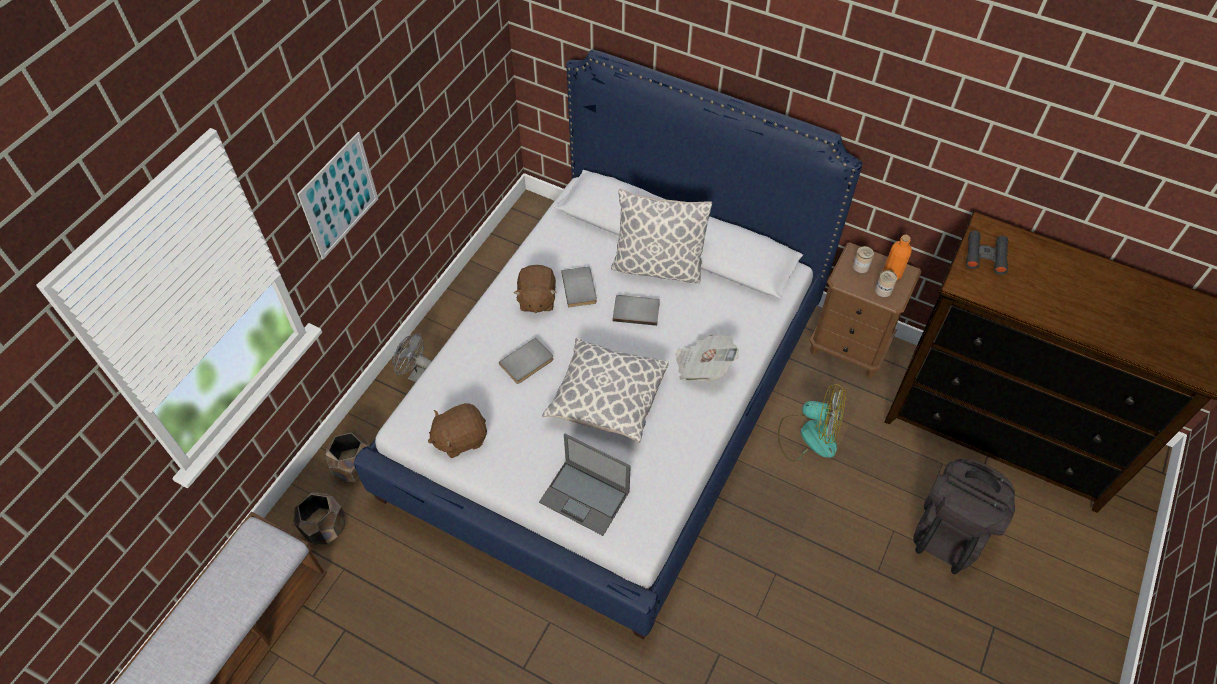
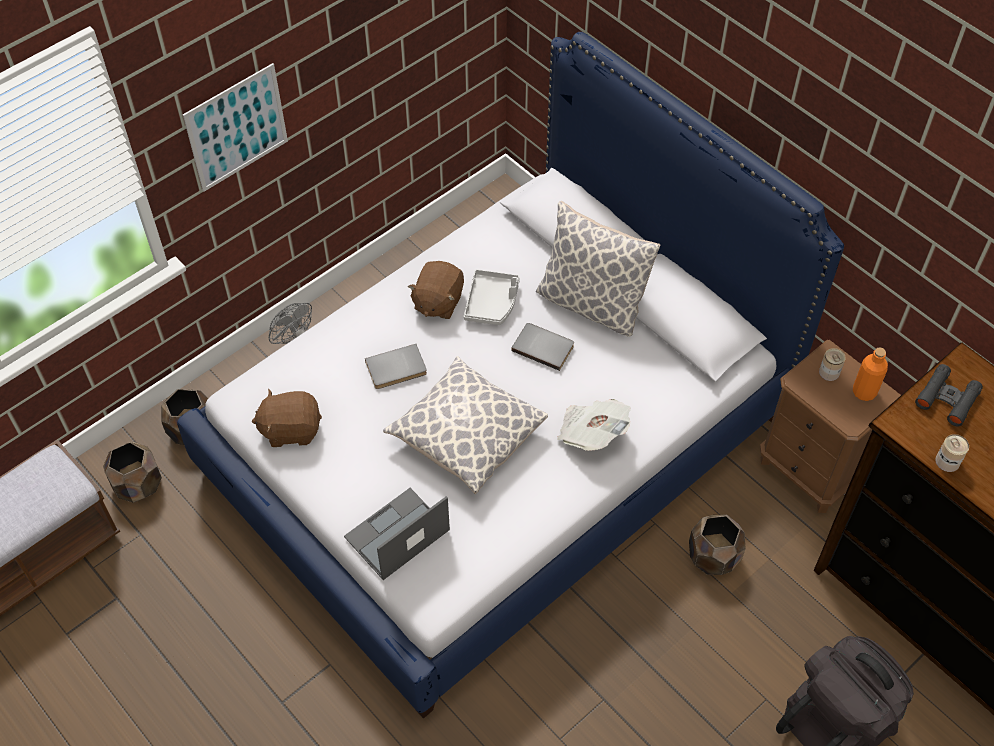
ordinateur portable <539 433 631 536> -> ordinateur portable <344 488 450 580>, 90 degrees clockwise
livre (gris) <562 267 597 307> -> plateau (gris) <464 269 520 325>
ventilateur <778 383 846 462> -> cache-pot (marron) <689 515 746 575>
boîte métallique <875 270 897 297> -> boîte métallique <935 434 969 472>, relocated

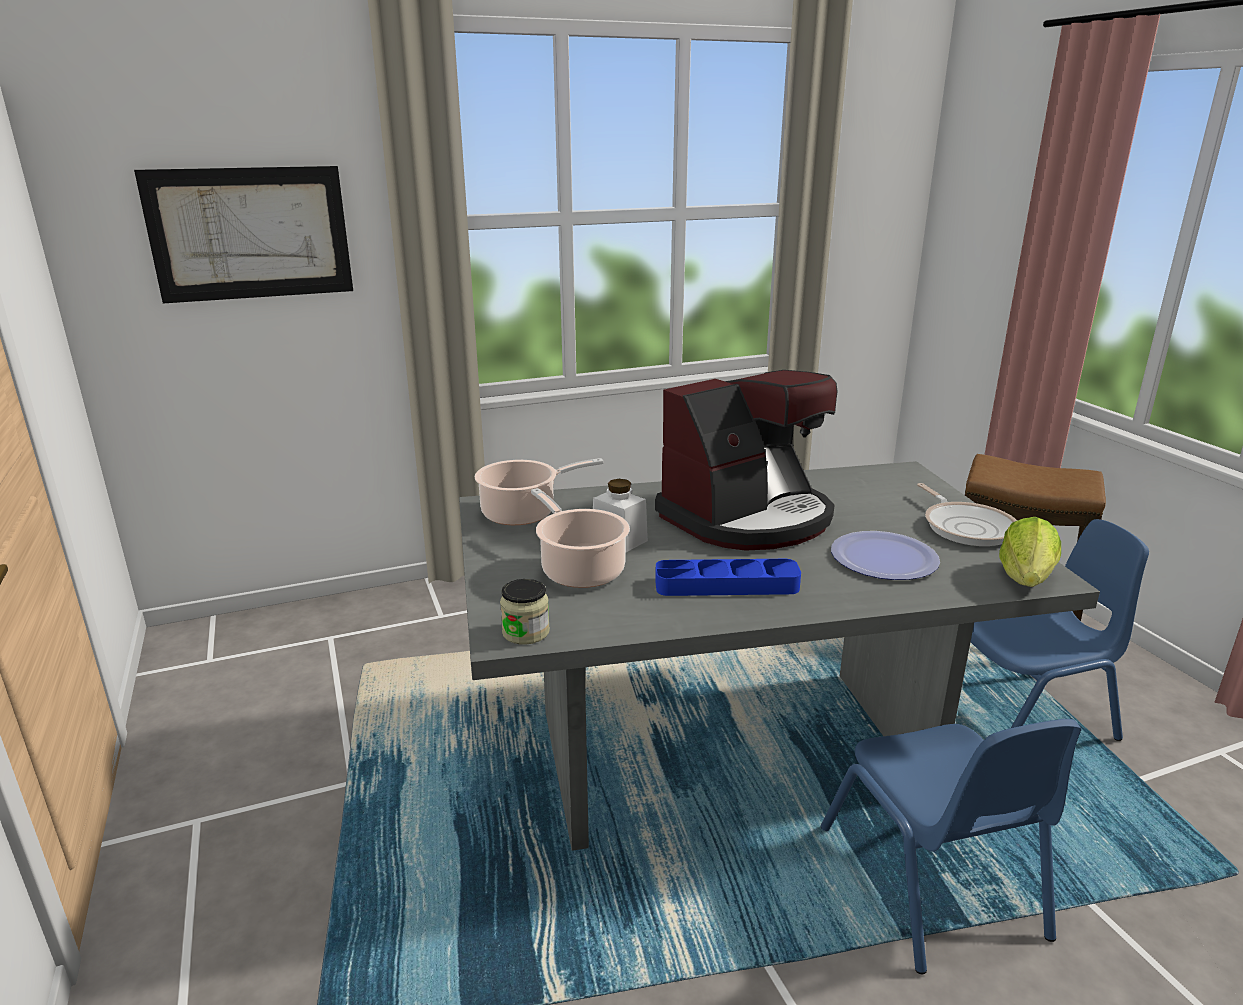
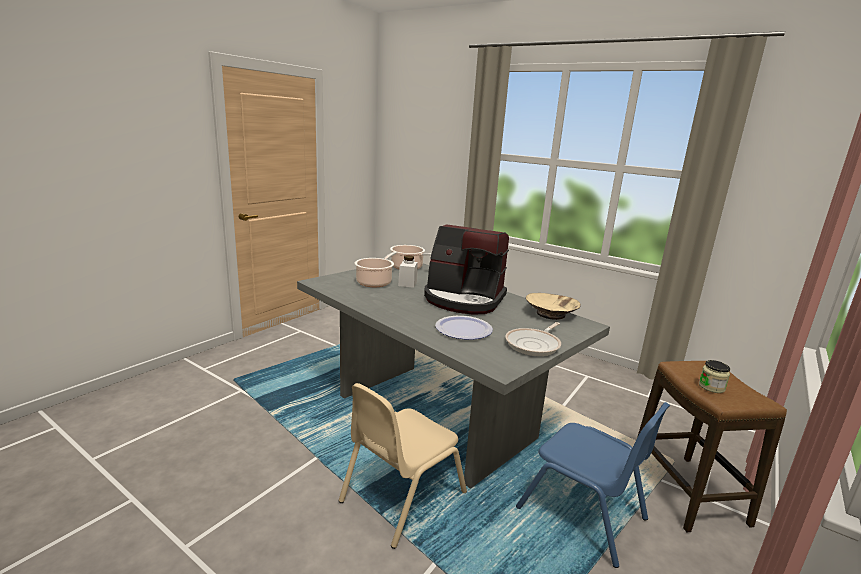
tableau <134 166 353 303> -> none
bocal <500 579 550 645> -> bocal <699 360 730 393>, relocated
plateau (bleu) <655 559 801 596> -> none
chaise (bleu) <821 719 1081 974> -> chaise (beige) <339 383 467 549>
laitue <999 517 1061 587> -> none
none -> bol (beige) <526 293 581 320>

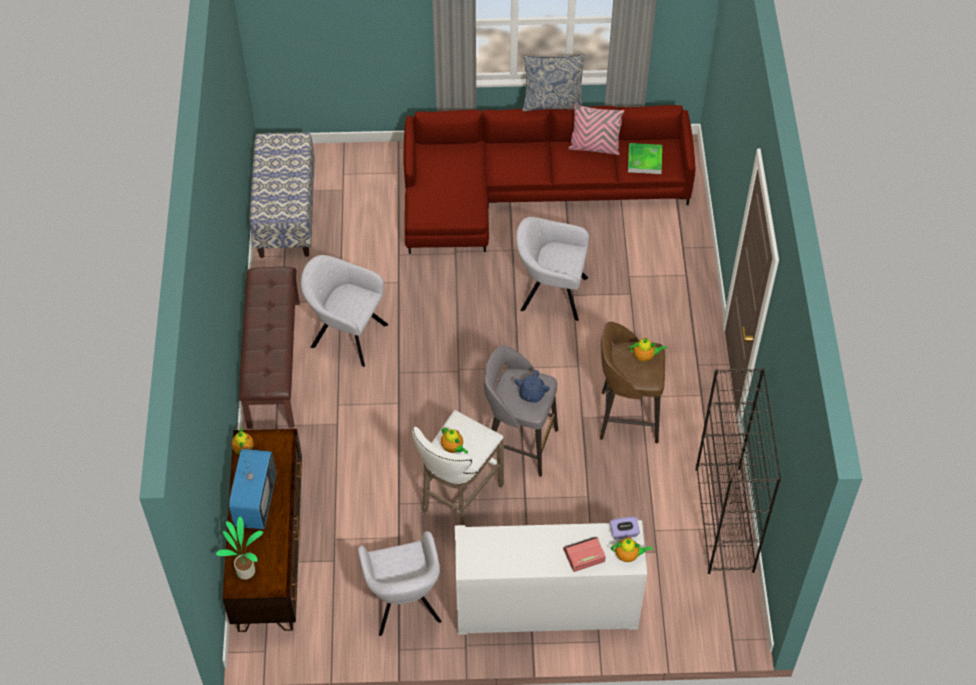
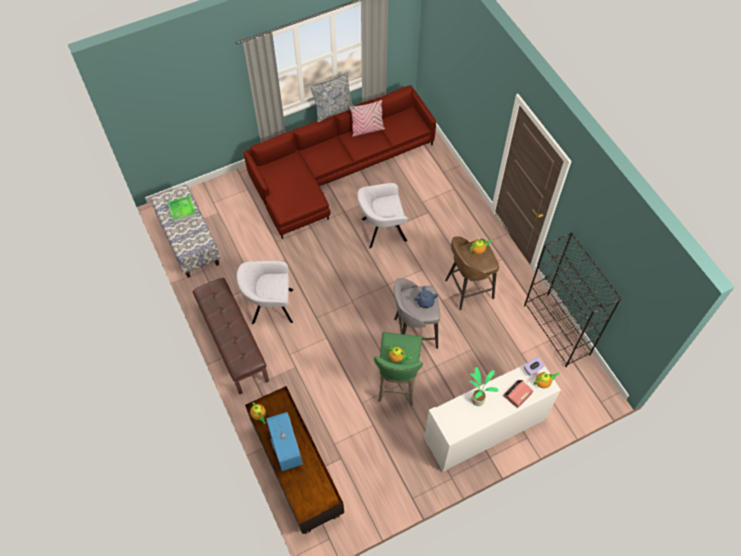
plante en pot <216 517 263 579> -> plante en pot <469 367 499 406>, relocated
fauteuil (gris) <358 531 441 636> -> none
tabouret (blanc) <412 410 504 525> -> tabouret (vert) <374 332 423 406>
plateau <628 143 662 174> -> plateau <167 195 197 223>, relocated

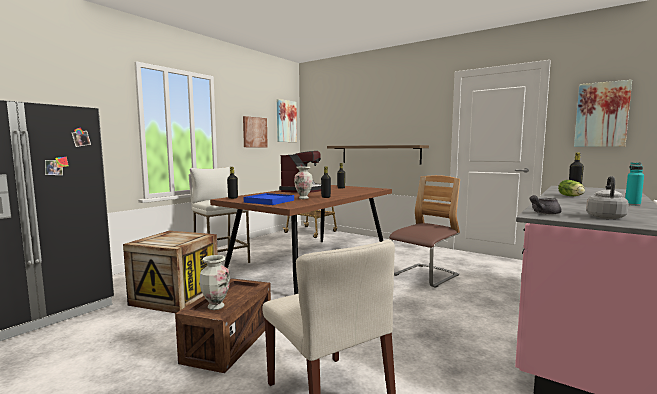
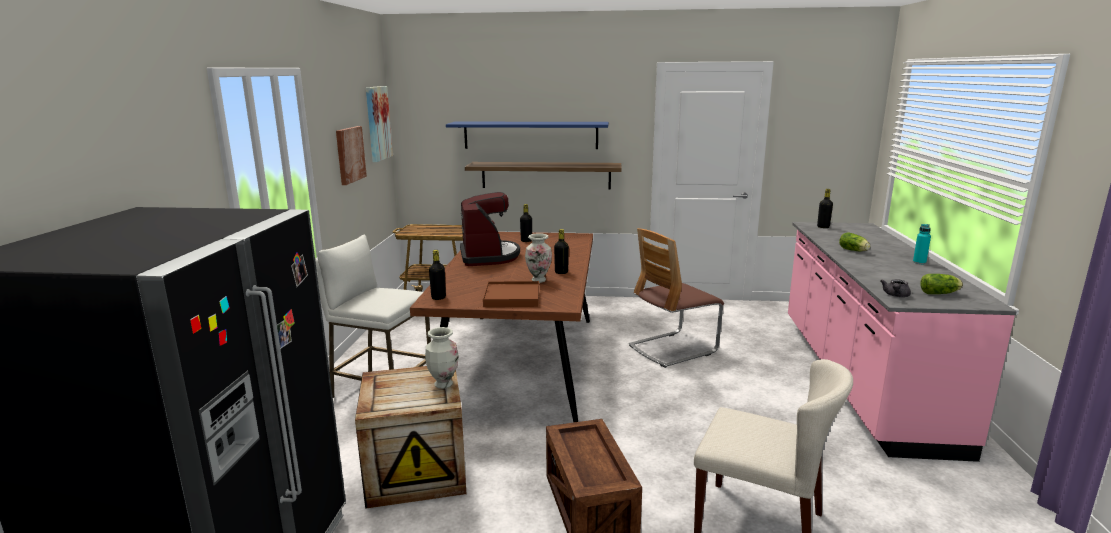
vase <199 255 230 310> -> vase <425 327 458 389>, relocated
plateau (bleu) <244 193 294 205> -> plateau (marron) <483 281 539 307>
chaise <389 175 460 288> -> chaise <629 228 724 368>, 135 degrees counterclockwise
tableau <574 80 632 147> -> none
bouilloire (gris) <586 176 629 219> -> laitue <920 274 963 294>
none -> étagère (bleu) <446 122 609 149>

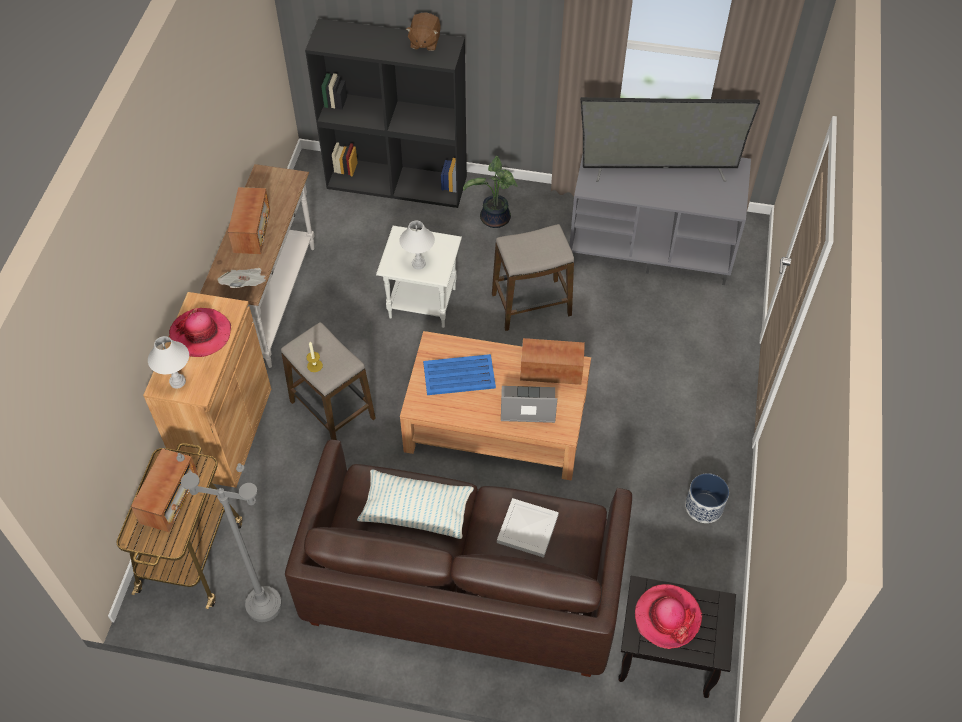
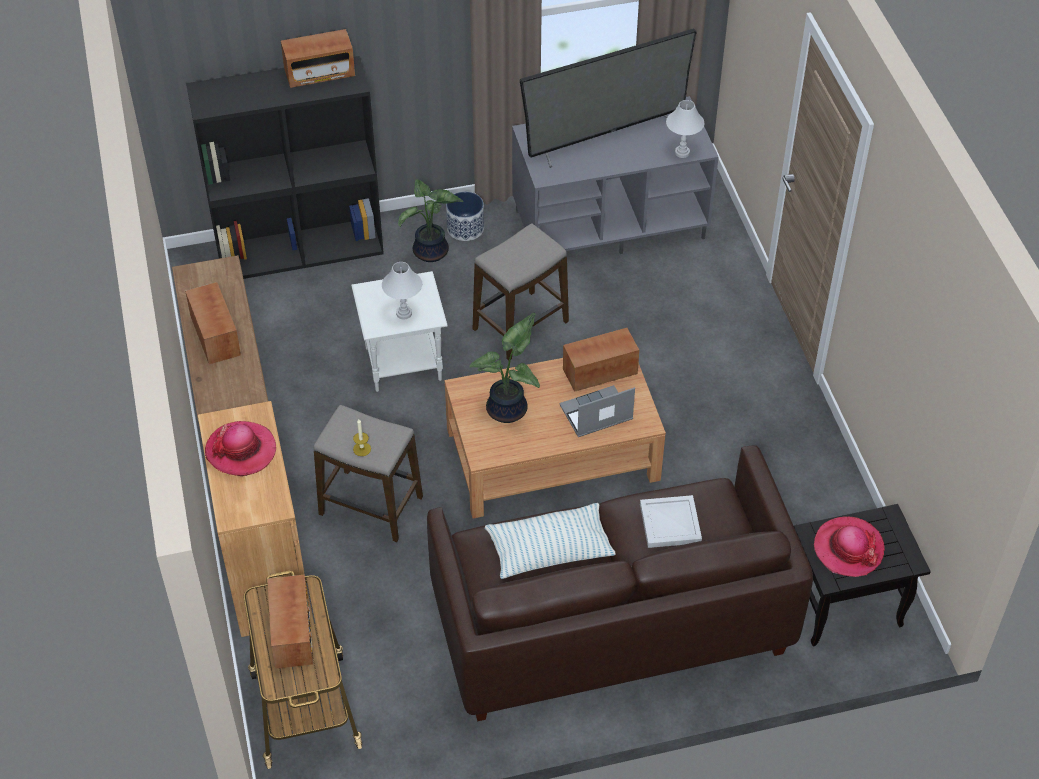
lampe de table (blanc) <148 336 189 389> -> lampe de table (blanc) <666 100 704 158>, relocated
lampadaire (gris) <176 453 282 622> -> none
journal <218 268 266 288> -> none
peluche (marron) <406 13 441 51> -> radio <281 29 355 88>
plateau (bleu) <423 354 496 395> -> plante en pot <469 313 540 423>
cache-pot <685 473 729 523> -> cache-pot <446 192 484 241>, relocated

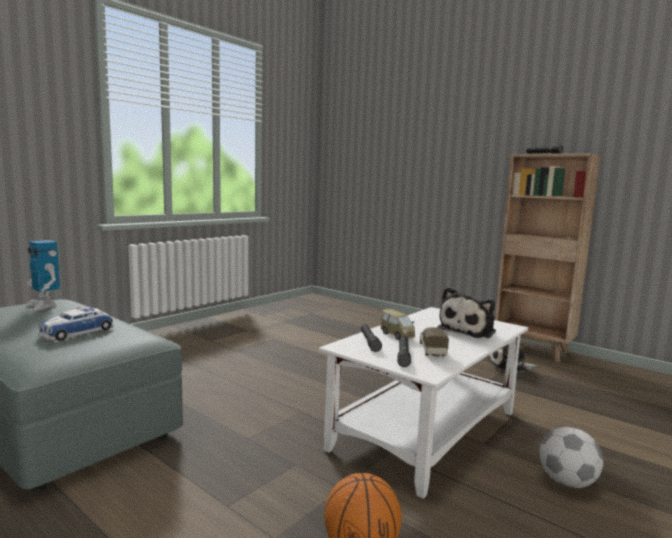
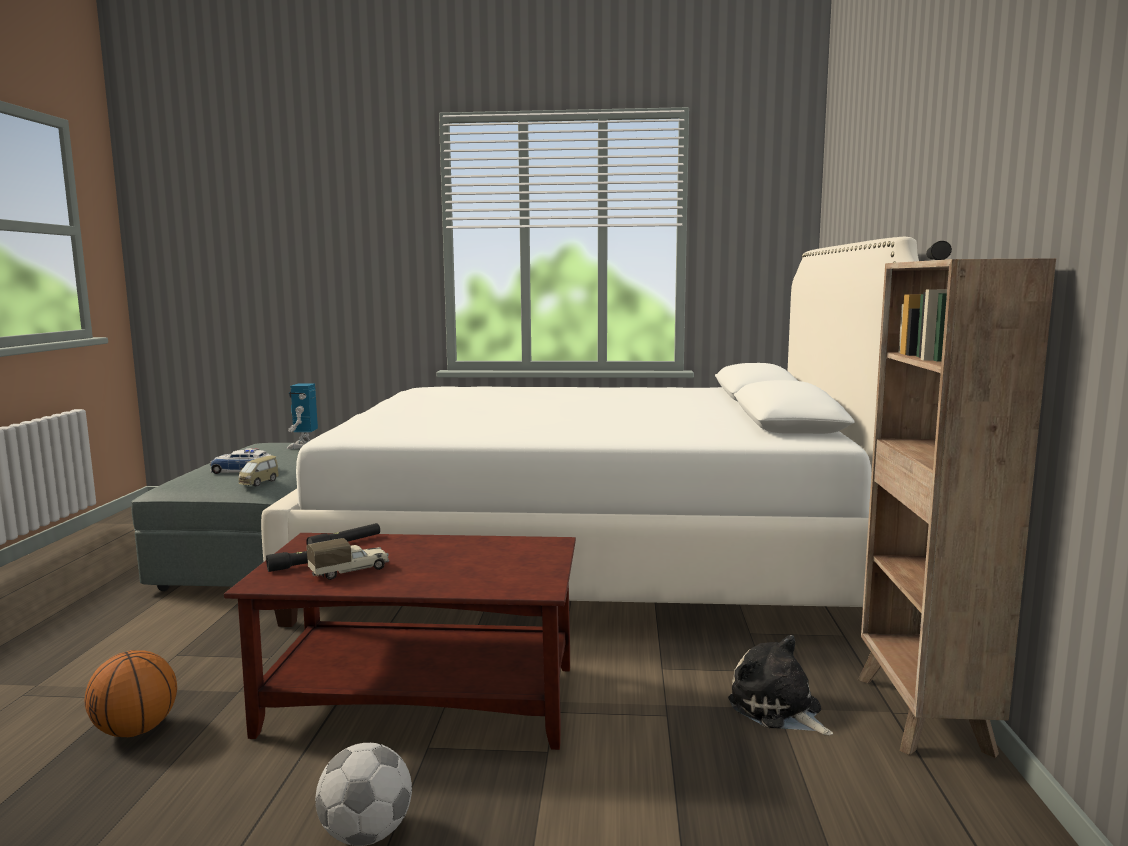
table basse (blanc) <319 307 528 499> -> table basse (marron) <224 533 576 750>
petite voiture <381 309 415 340> -> petite voiture <238 456 279 486>, relocated
peluche <437 287 496 338> -> none
none -> lit (blanc) <261 237 919 627>

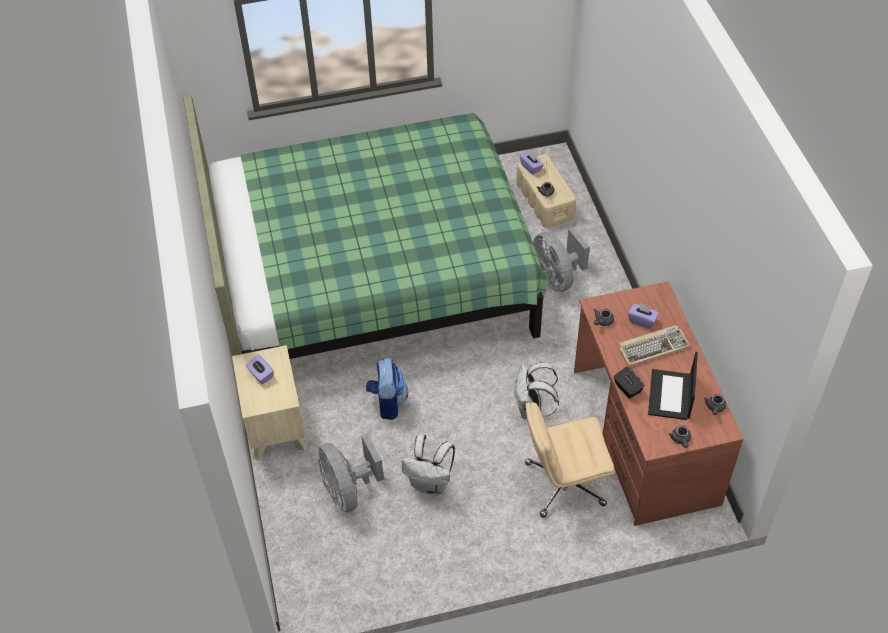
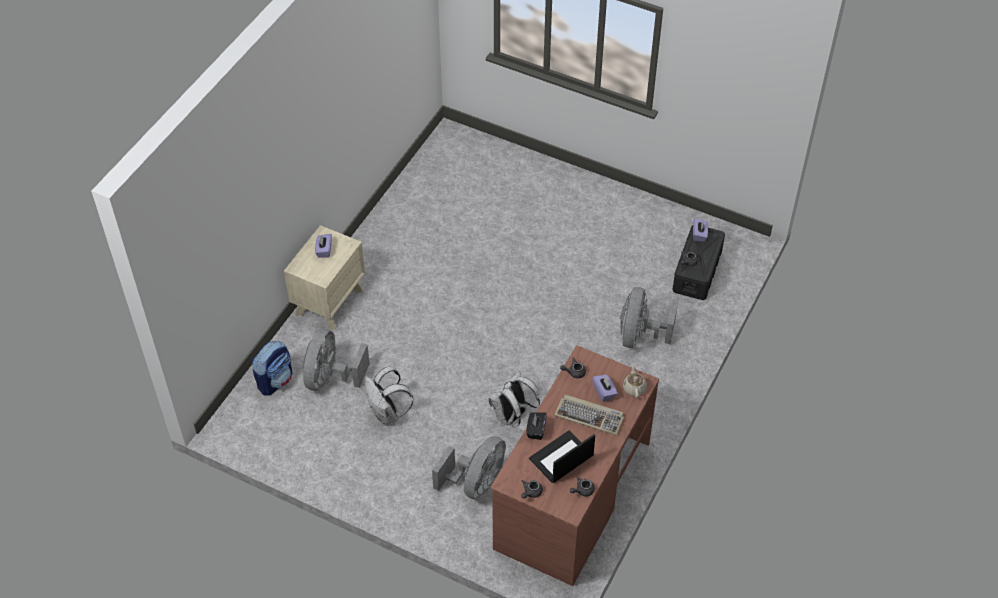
lit (vert) <183 96 548 359> -> none
sac à dos <366 358 408 420> -> sac à dos <251 341 292 395>, relocated
boîte de rangement (beige) <516 154 576 228> -> boîte de rangement (noir) <672 225 725 300>
chaise de bureau (beige) <525 402 614 517> -> ventilateur (gris) <432 436 506 500>
none -> théière (beige) <623 363 647 398>

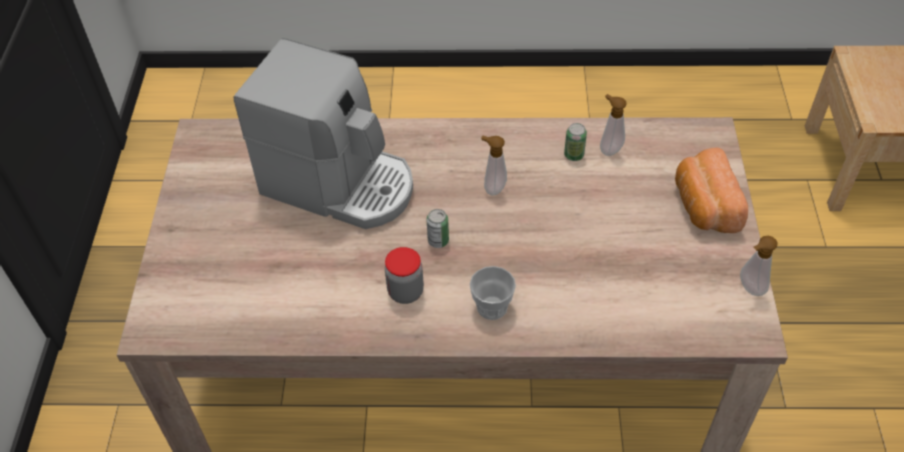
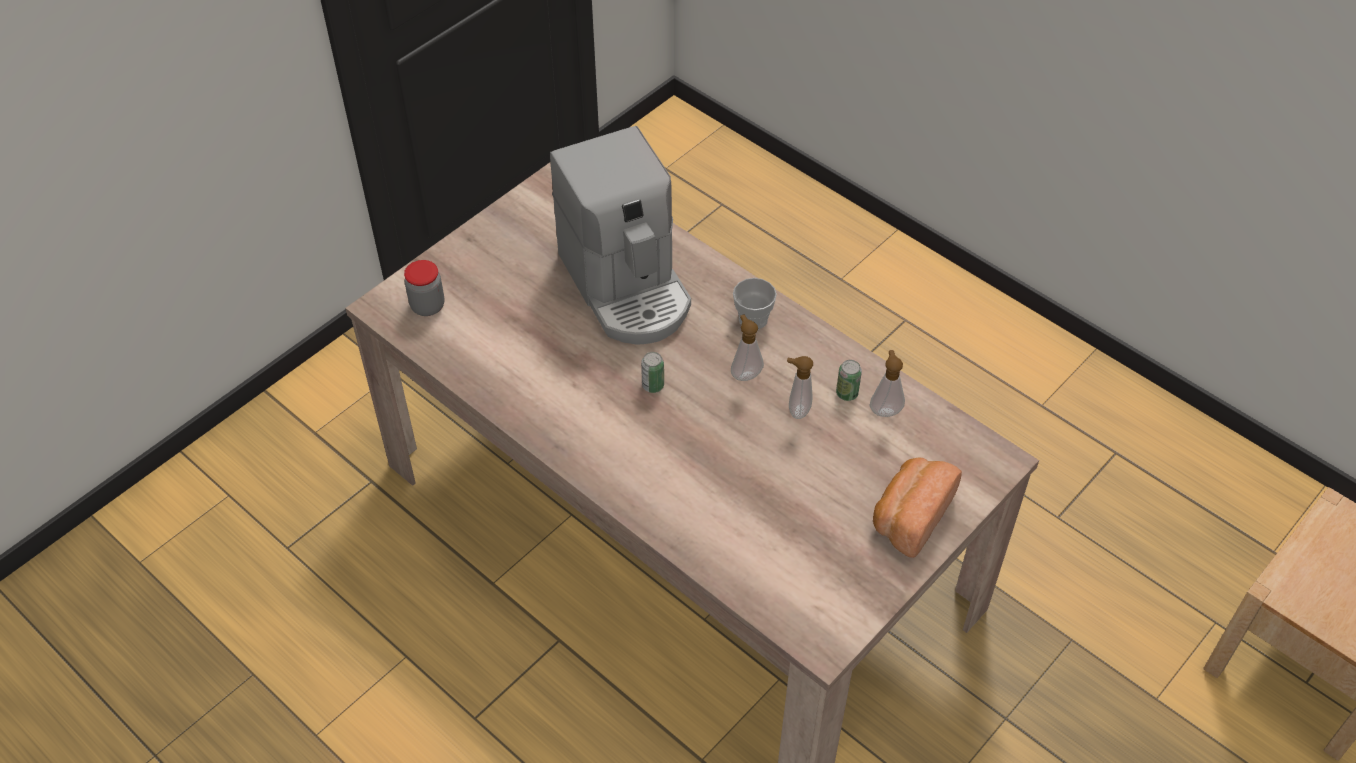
bocal <385 247 424 304> -> bocal <404 260 445 316>, relocated
tasse <470 266 516 320> -> tasse <733 278 777 330>, relocated
distributeur de savon <740 236 778 296> -> distributeur de savon <787 356 813 419>, relocated

